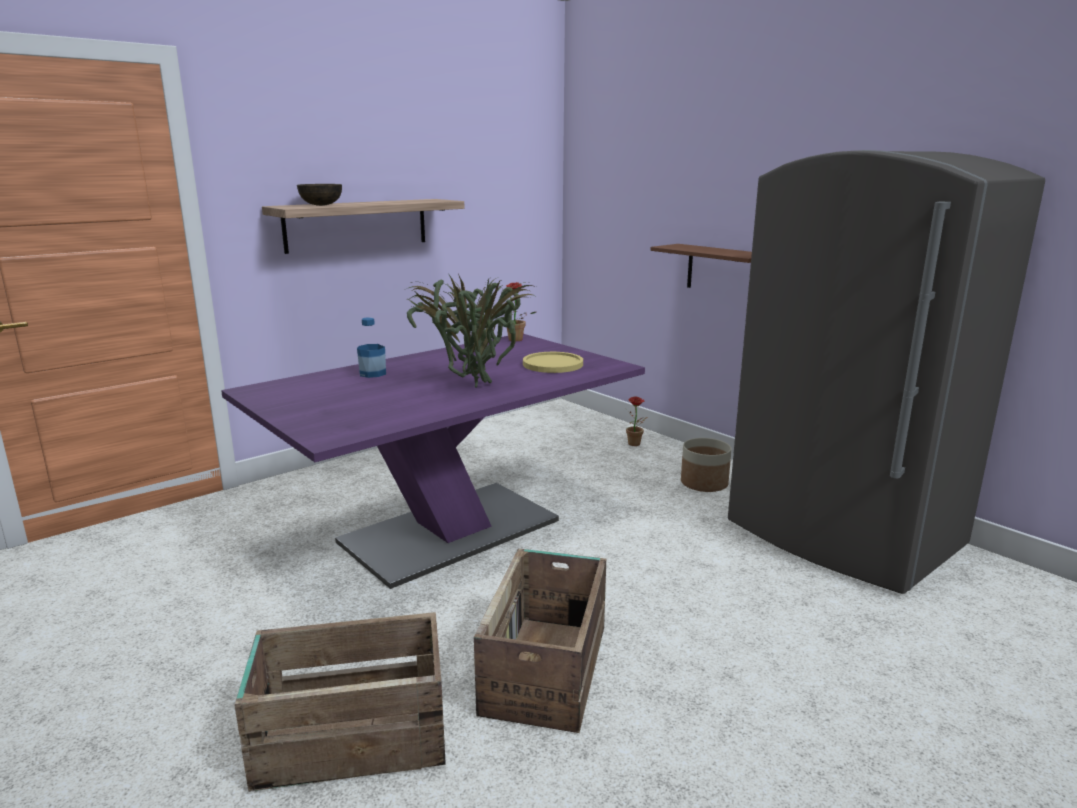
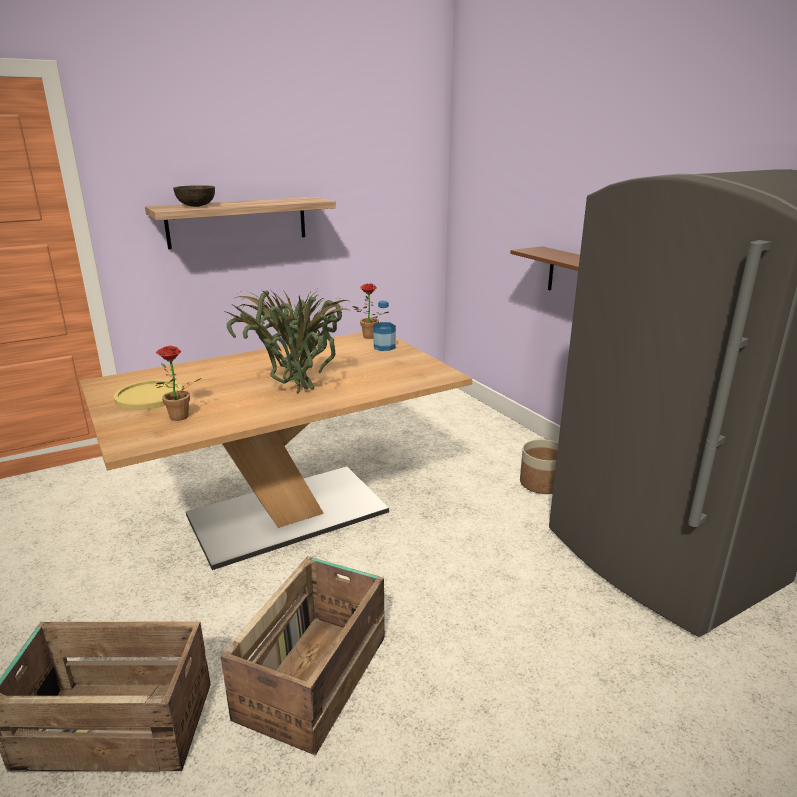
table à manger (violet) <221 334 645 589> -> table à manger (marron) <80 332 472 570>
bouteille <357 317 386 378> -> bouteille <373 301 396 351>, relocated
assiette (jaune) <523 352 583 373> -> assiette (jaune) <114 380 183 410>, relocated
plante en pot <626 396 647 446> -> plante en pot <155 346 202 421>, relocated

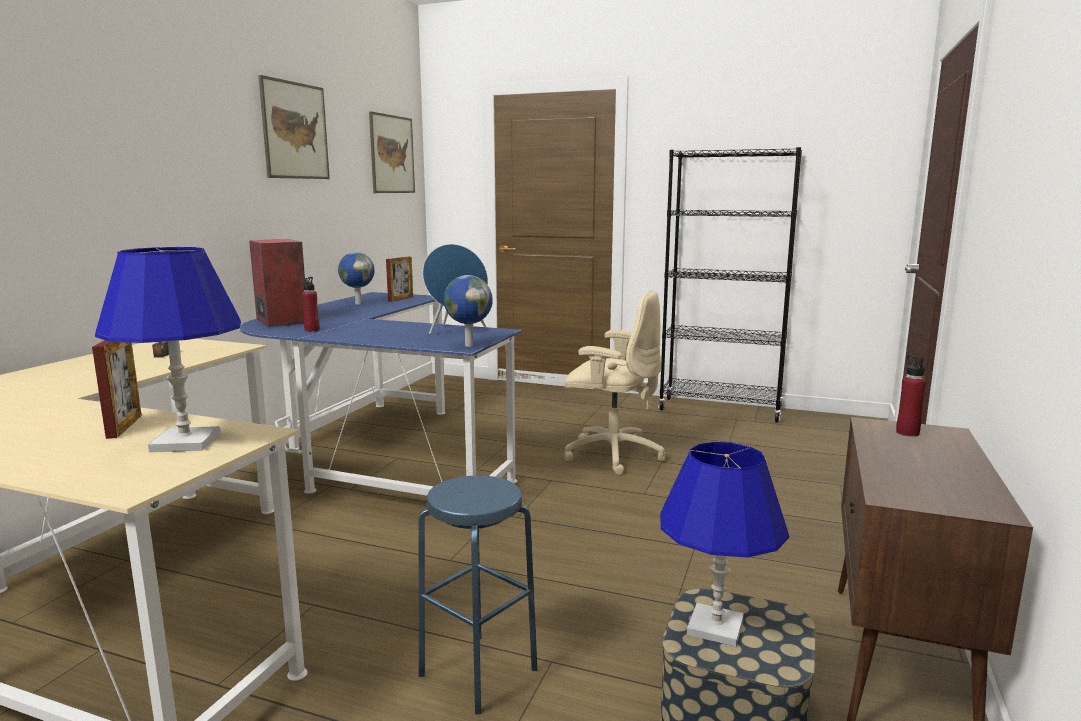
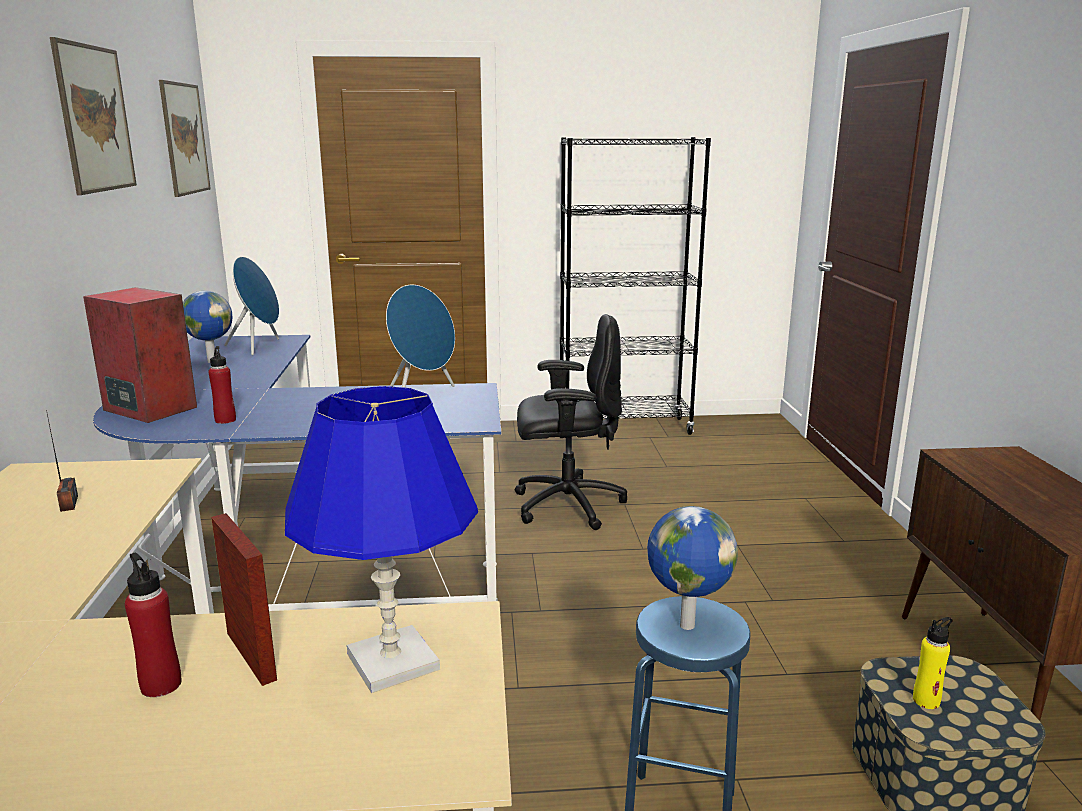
cadre photo <386 257 413 302> -> enceinte (bleu) <224 257 279 355>
globe <444 275 493 347> -> globe <647 506 738 630>, relocated
chaise de bureau (beige) <564 290 666 475> -> chaise de bureau (noir) <515 314 627 530>
lampe de table (bleu) <660 442 789 647> -> bouteille (jaune) <913 617 953 709>
bouteille (rouge) <896 355 926 436> -> bouteille (rouge) <125 553 182 697>, relocated

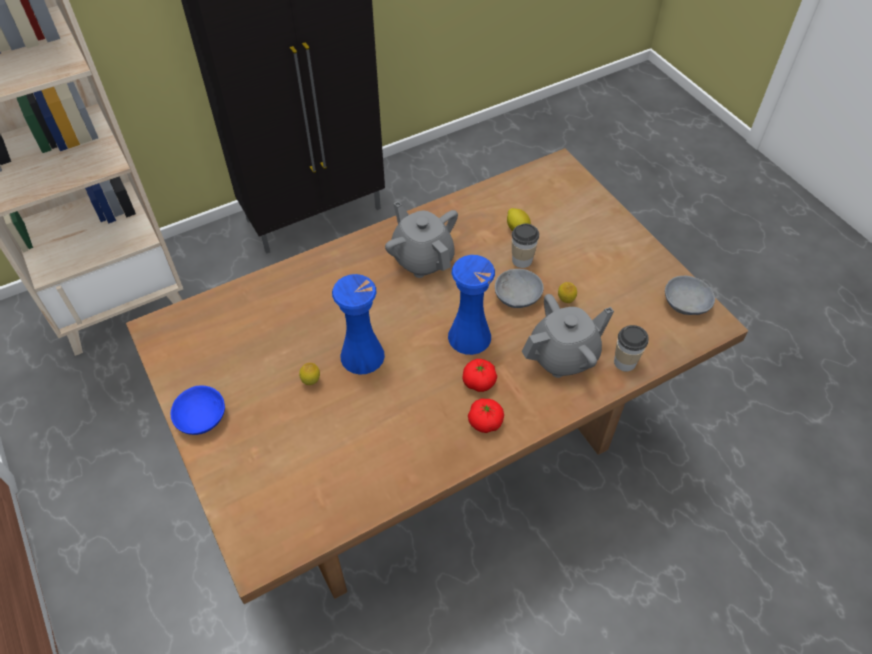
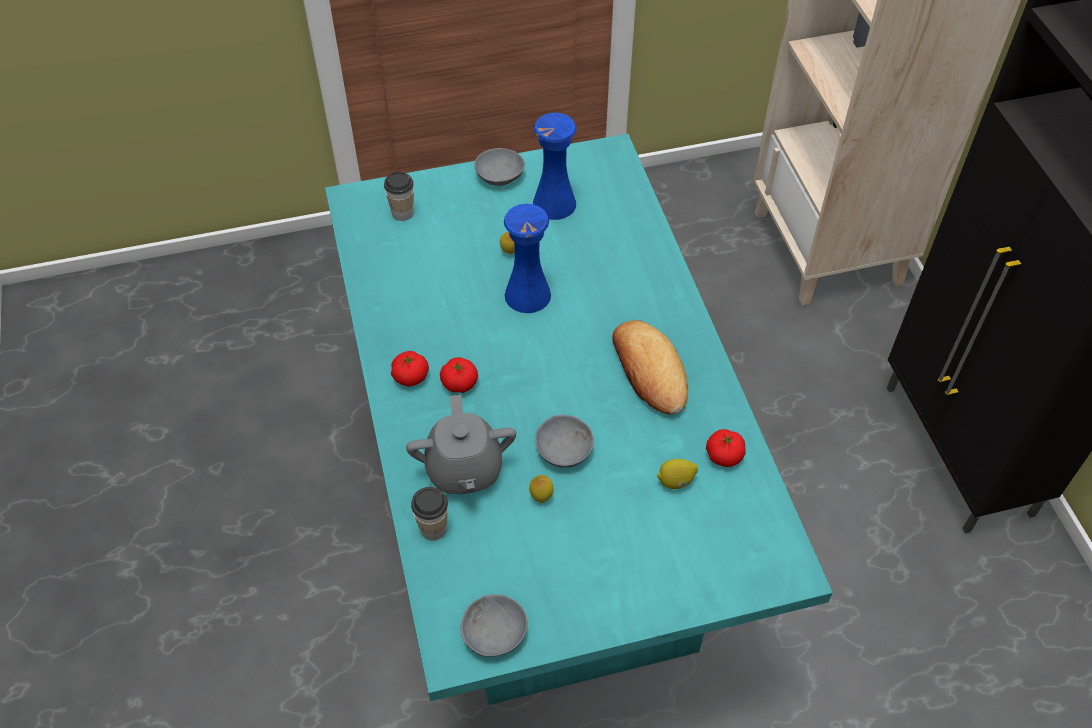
table à manger (marron) <126 148 748 604> -> table à manger (turquoise) <325 134 833 705>
bol (bleu) <171 385 225 435> -> bol (gris) <475 148 525 186>
théière (gris) <385 201 458 278> -> pain <612 320 688 415>
vase (bleu) <448 255 495 355> -> vase (bleu) <533 113 576 220>, relocated
tasse <512 224 539 268> -> tasse <384 171 414 221>, relocated
none -> tomate <706 429 745 467>

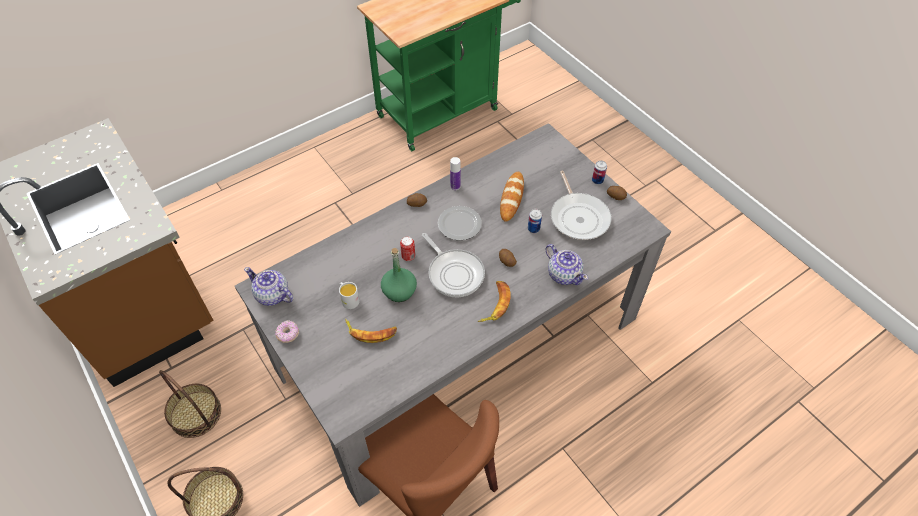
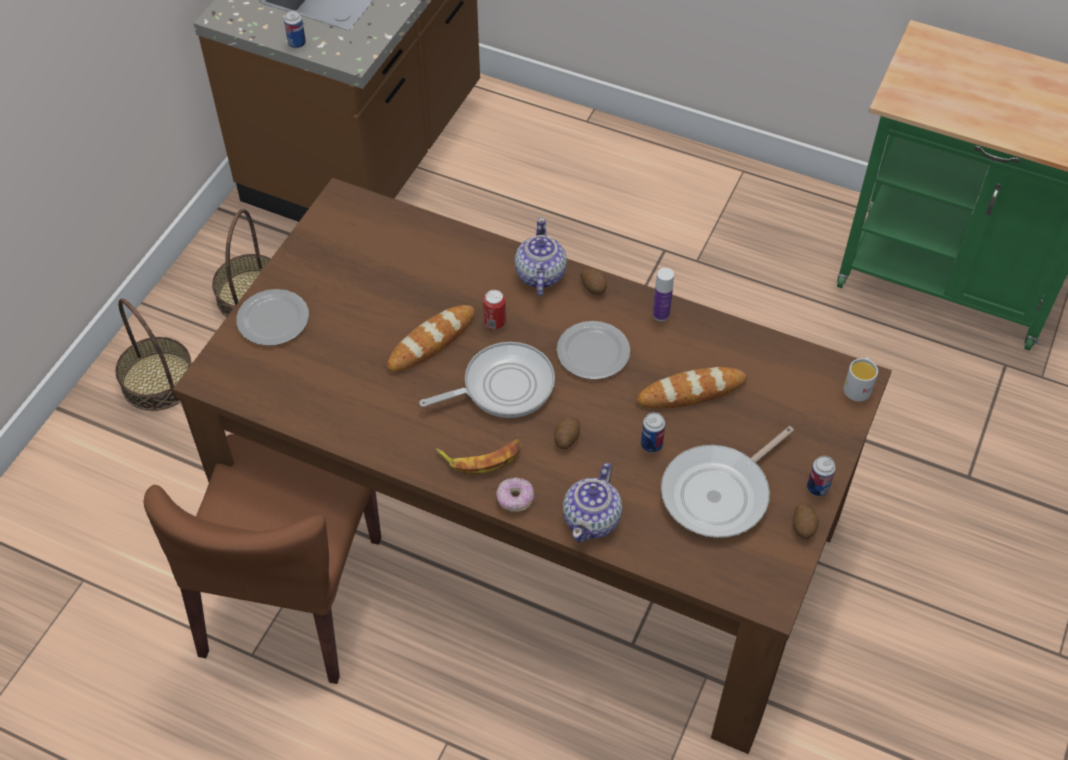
table à manger (gris) <235 123 671 507> -> table à manger (marron) <173 178 892 754>
théière <244 267 293 306> -> théière <514 218 567 296>, relocated
beignet <275 320 299 343> -> beignet <496 477 534 512>, relocated
mug (blanc) <339 282 360 309> -> mug (blanc) <844 357 878 401>, relocated
banane <345 319 397 343> -> none
bouteille (vert) <381 248 417 302> -> pain <387 305 475 372>
poêle <422 233 485 297> -> poêle <419 342 555 418>, 135 degrees counterclockwise
none -> assiette <236 289 309 346>
none -> boîte métallique <284 10 306 48>

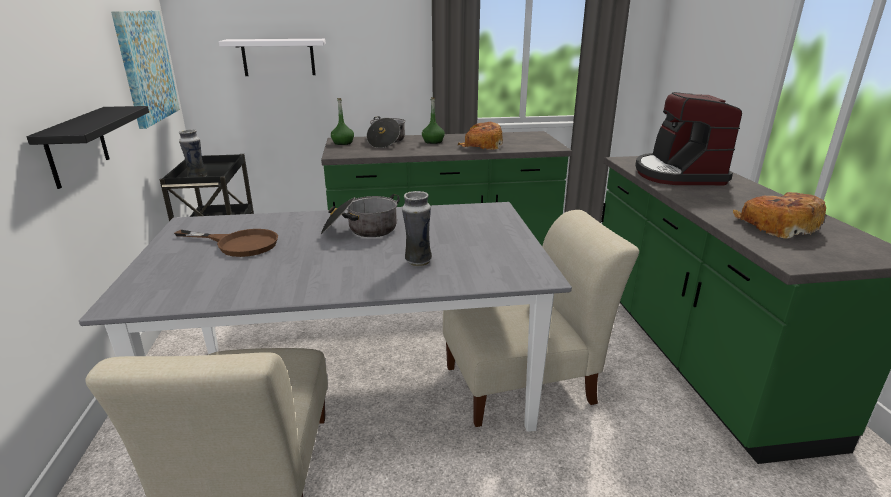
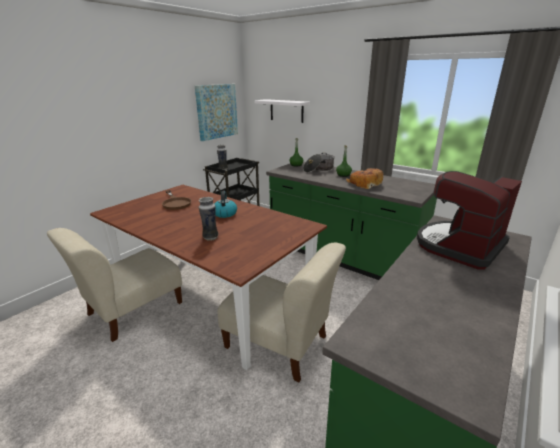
étagère (noir) <27 106 149 189> -> none
table à manger (gris) <79 202 572 432> -> table à manger (marron) <90 185 327 370>
marmite <321 194 400 237> -> bouilloire <214 191 237 218>
pain <733 192 826 239> -> none

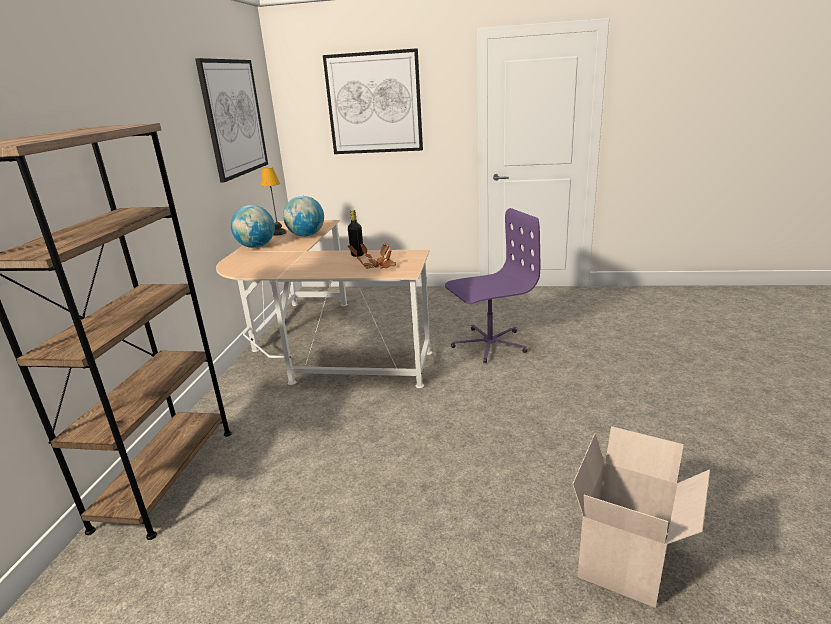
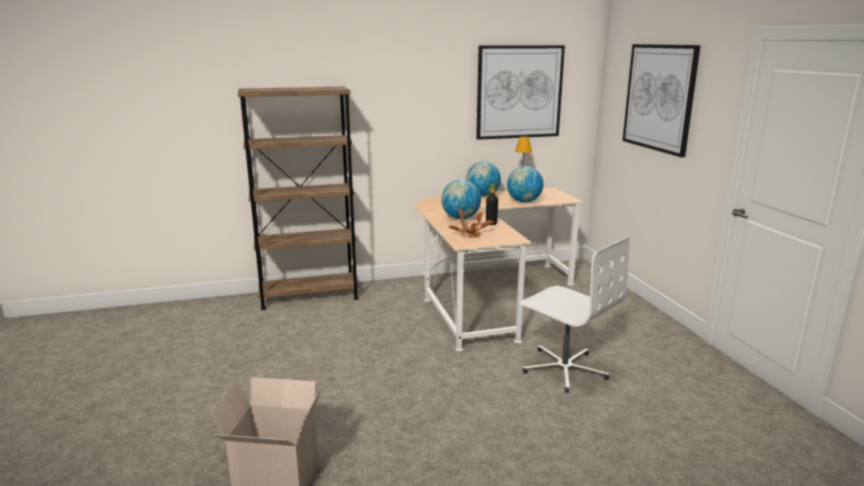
chaise de bureau (violet) <445 208 540 363> -> chaise de bureau (blanc) <519 237 630 392>
none -> globe <441 179 481 219>

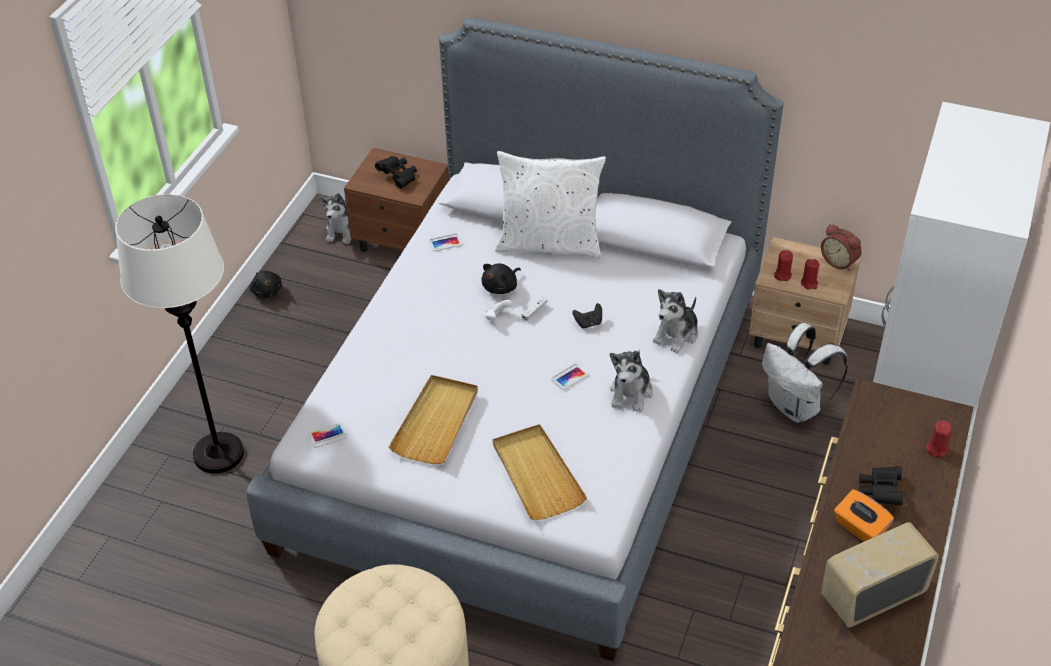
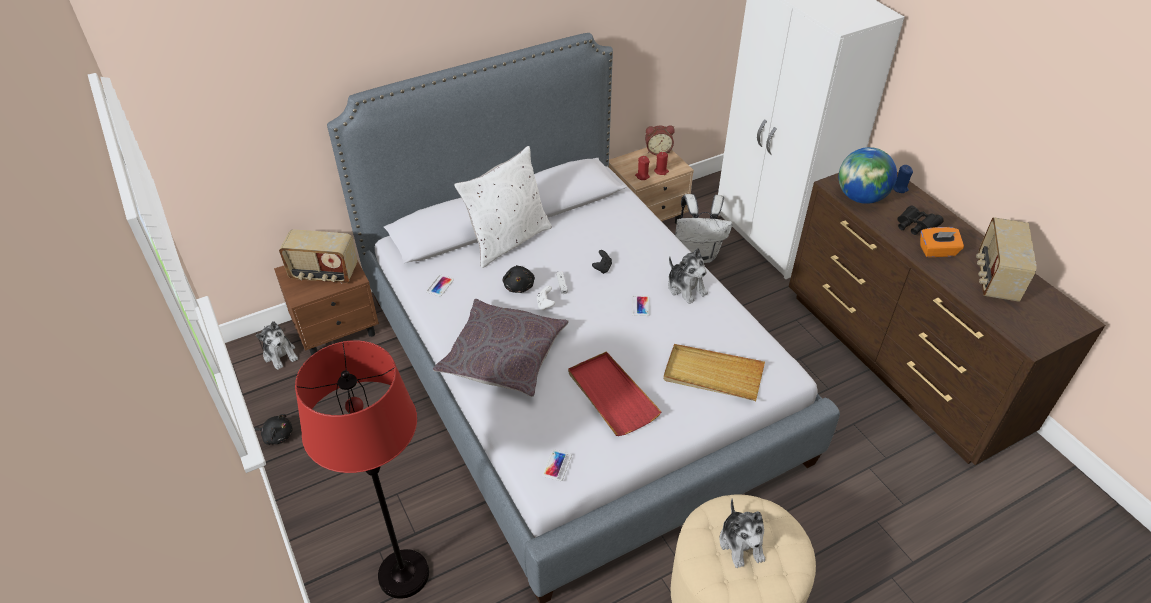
lampadaire (blanc) <115 194 244 473> -> lampadaire (rouge) <295 340 429 599>
jumelles (noir) <375 156 417 189> -> radio <279 229 358 283>
plateau (beige) <389 375 478 464> -> plateau (rouge) <568 352 662 436>
peluche <653 289 698 353> -> peluche <720 498 765 568>, relocated
bougie (rouge) <926 420 952 458> -> bougie (bleu) <893 165 913 193>
none -> coussin (gris) <433 299 568 397>
none -> globe <839 147 897 204>

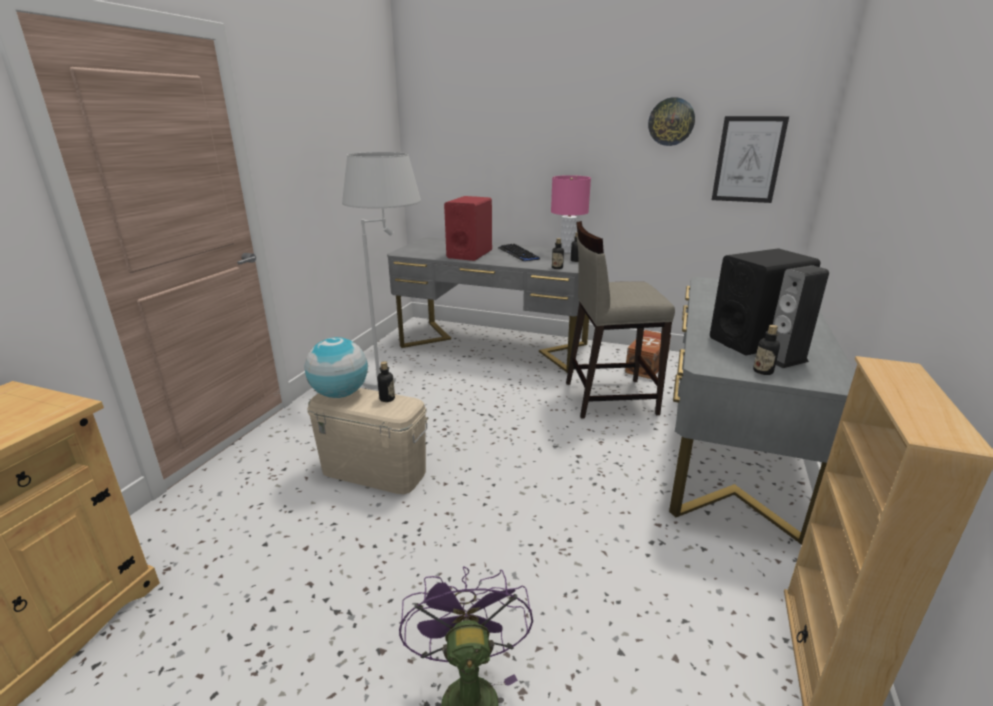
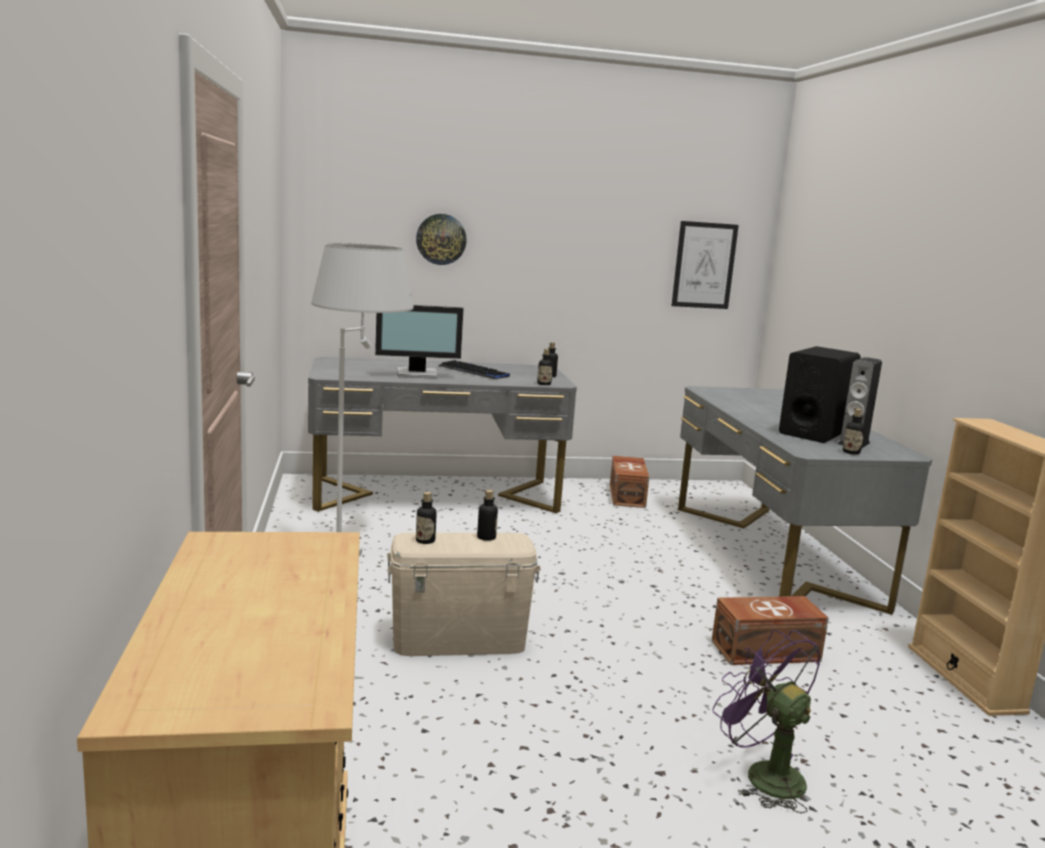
globe <304 337 368 398> -> bouteille <416 492 437 544>
enceinte (rouge) <444 196 492 261> -> écran d'ordinateur <375 305 464 379>
lampe de table (rose) <551 175 591 253> -> none
tabouret (beige) <566 221 675 418> -> none
horloge murale <648 97 695 146> -> horloge murale <416 214 466 265>, relocated
none -> boîte de rangement (marron) <712 596 829 665>

